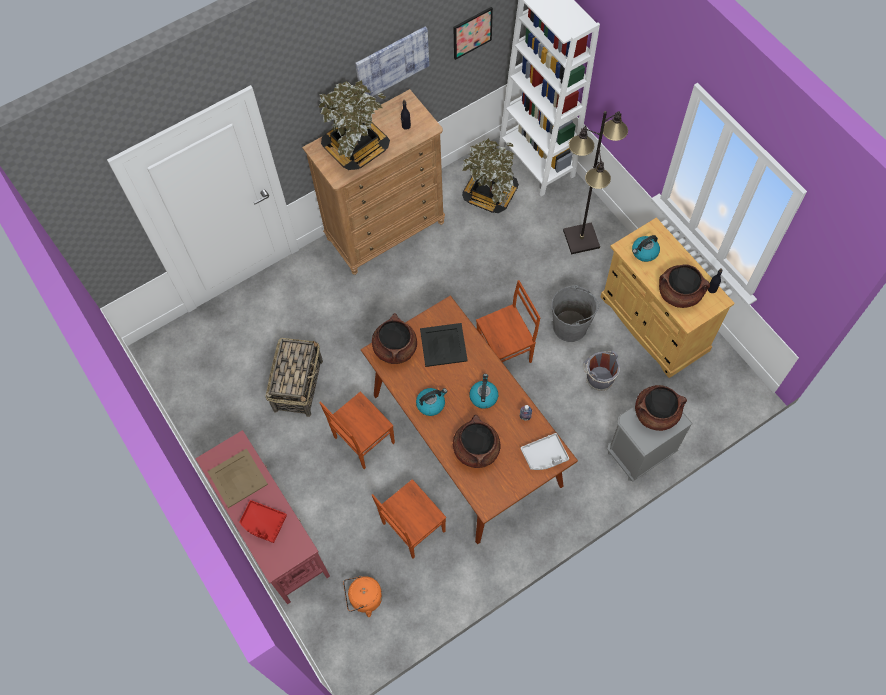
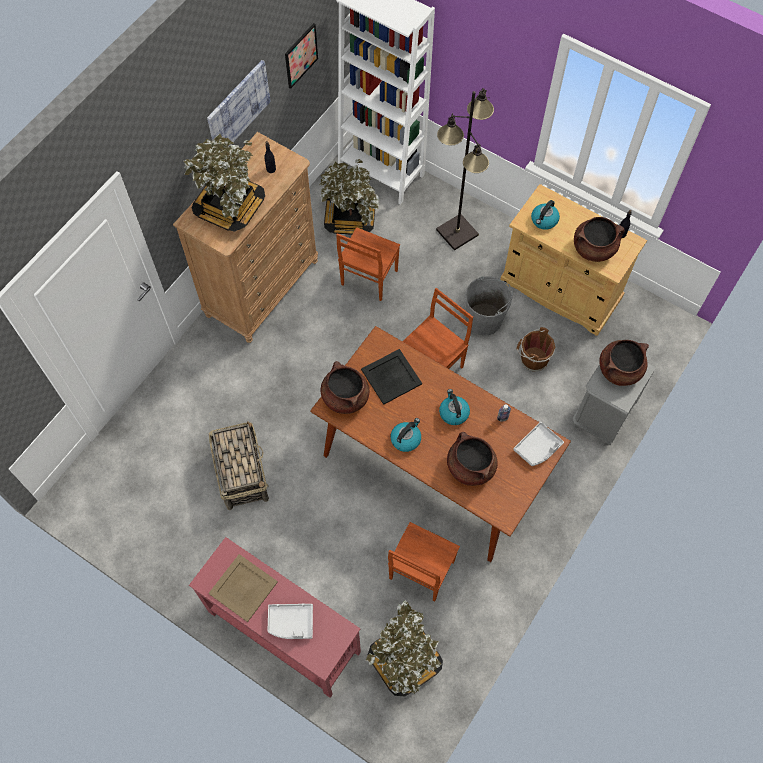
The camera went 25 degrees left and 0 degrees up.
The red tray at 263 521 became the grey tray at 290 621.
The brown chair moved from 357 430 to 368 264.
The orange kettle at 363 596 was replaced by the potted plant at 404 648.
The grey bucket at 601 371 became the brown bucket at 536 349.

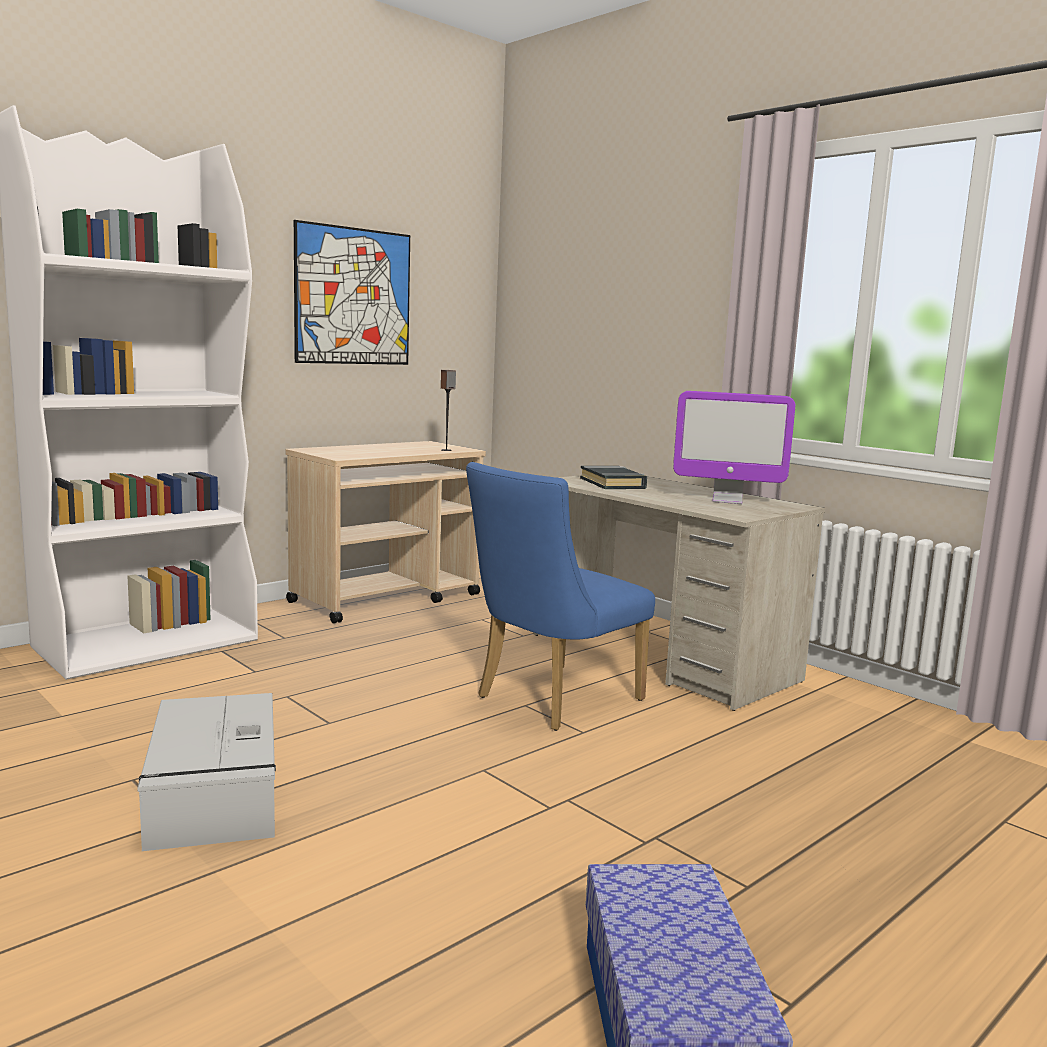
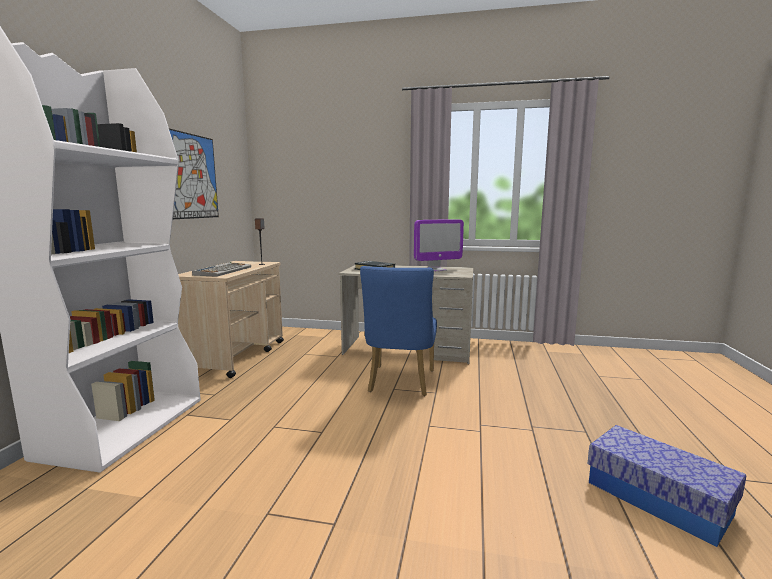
The camera went 35 degrees left and 0 degrees up.
The keyboard at 221 269 appeared.
The grey storage box at 206 772 disappeared.

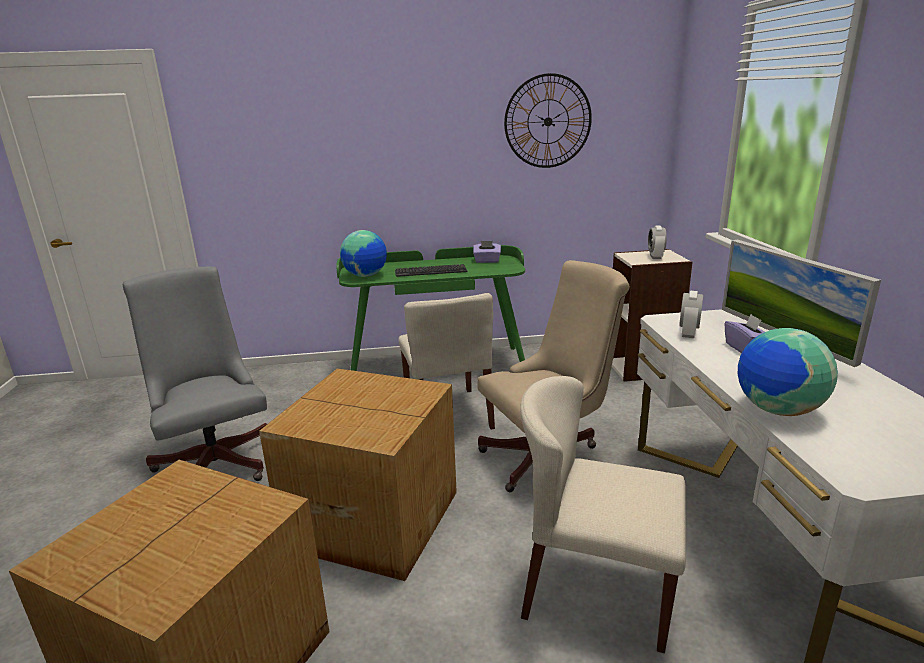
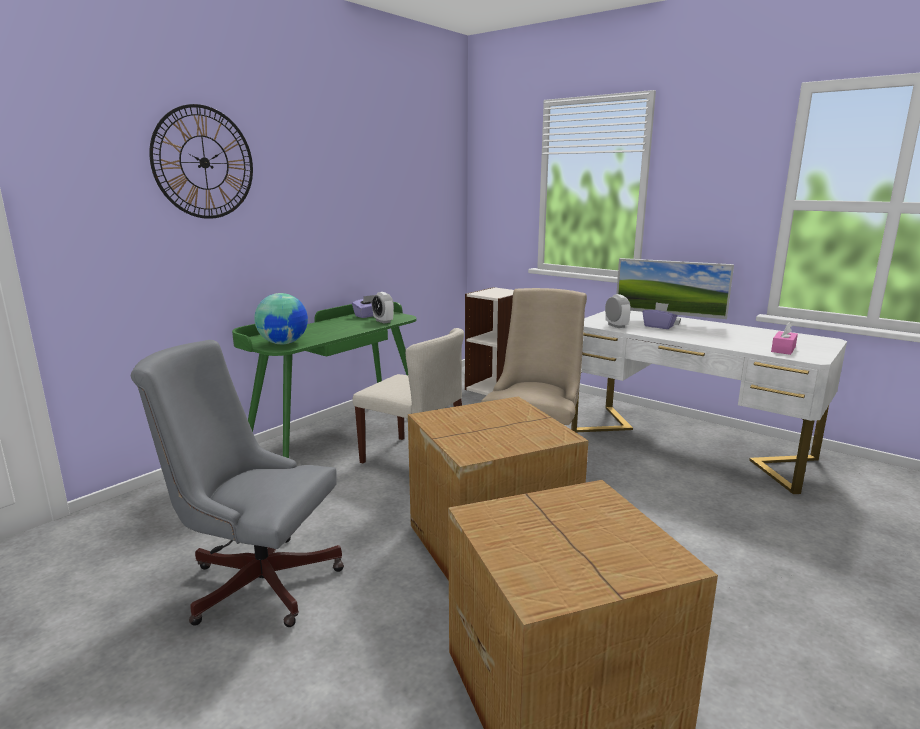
The camera went 45 degrees left and 5 degrees down.
The wall clock moved from 548 120 to 201 161.
The alarm clock moved from 657 242 to 383 307.
The pink tissue box at 784 338 appeared.
The keyboard at 431 270 disappeared.
The beige chair at 603 514 disappeared.
The globe at 788 372 disappeared.

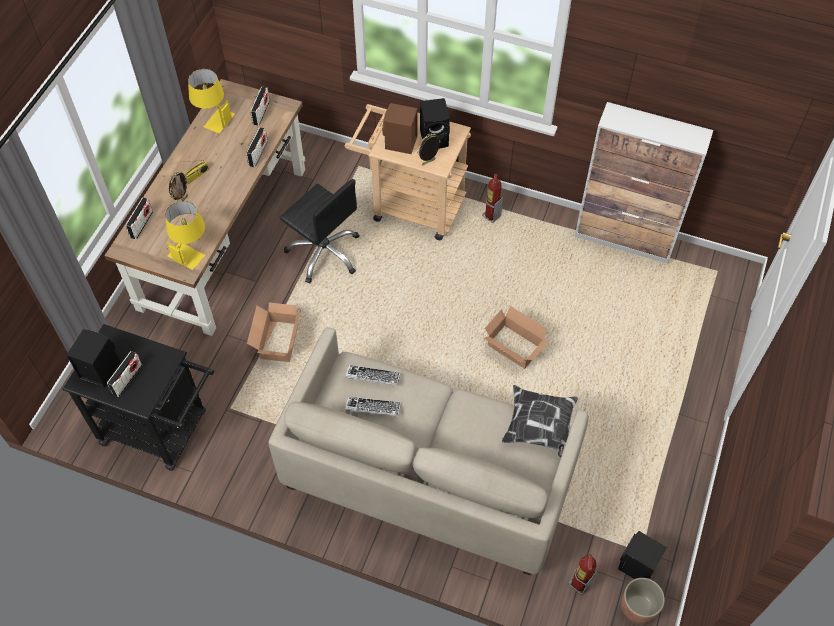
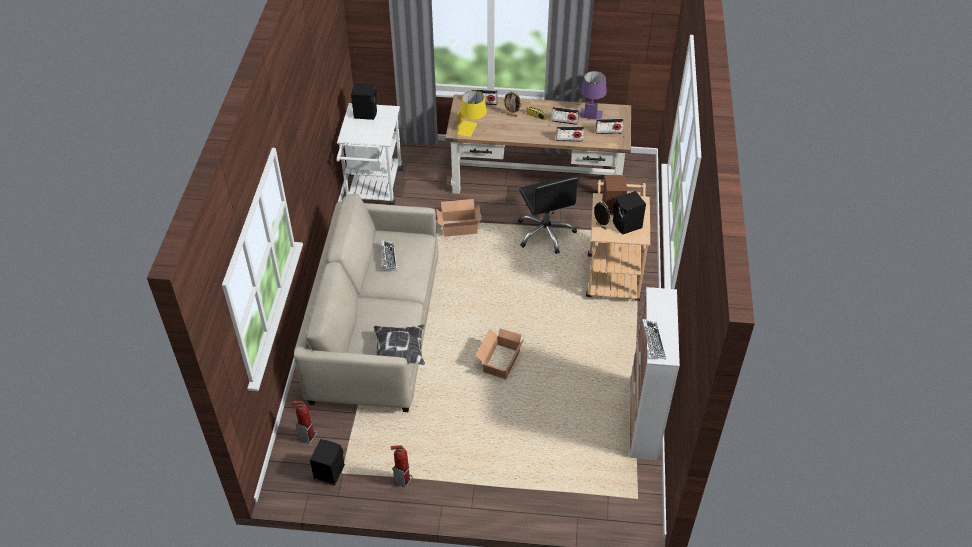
The camera went 75 degrees right and 10 degrees down.
The black cart at 138 397 became the white cart at 370 154.
The fire extinguisher moved from 492 198 to 402 466.
The black office chair at 319 231 turned 45 degrees counterclockwise.
The radio moved from 124 374 to 565 116.
The yellow table lamp at 211 101 became the purple table lamp at 593 95.
The keyboard moved from 372 375 to 654 339.
The planter at 643 601 disappeared.

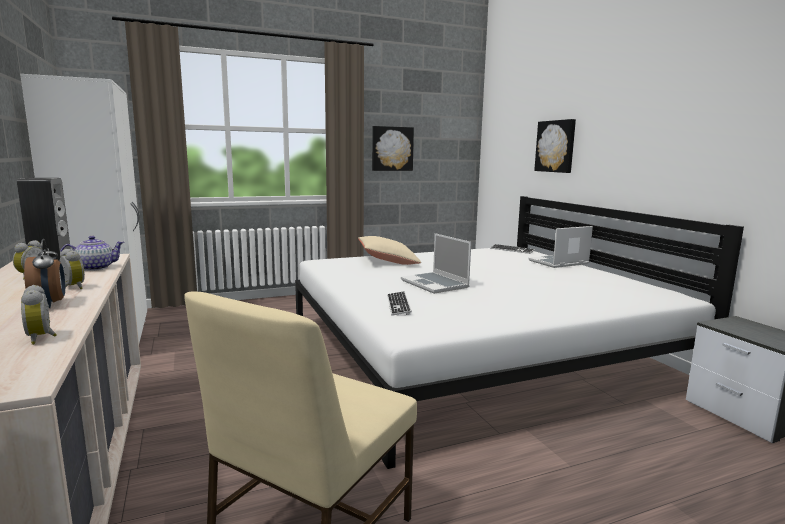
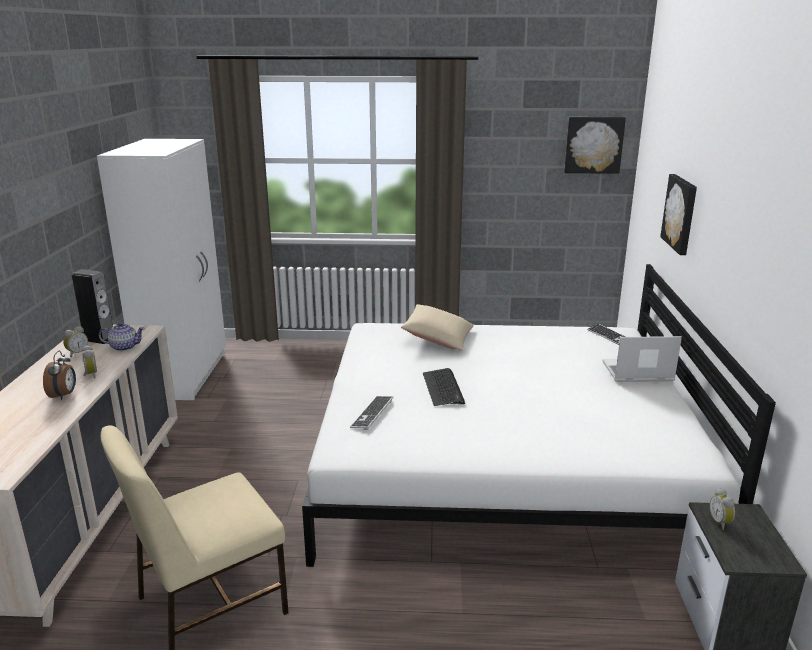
The camera went 25 degrees right and 10 degrees up.
The laptop at 436 263 was replaced by the keyboard at 444 387.
The picture moved from 393 148 to 595 145.
The alarm clock moved from 39 315 to 722 509.

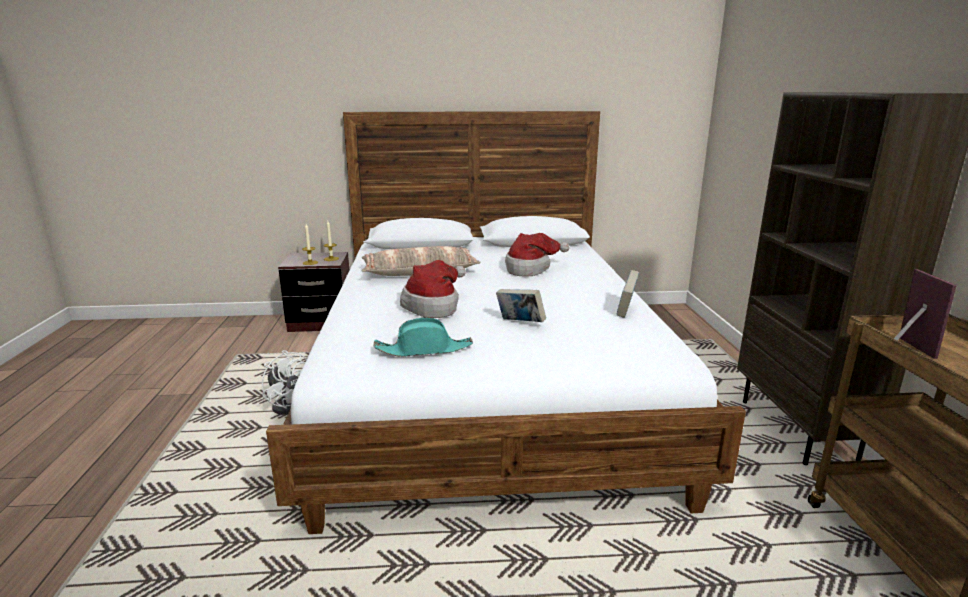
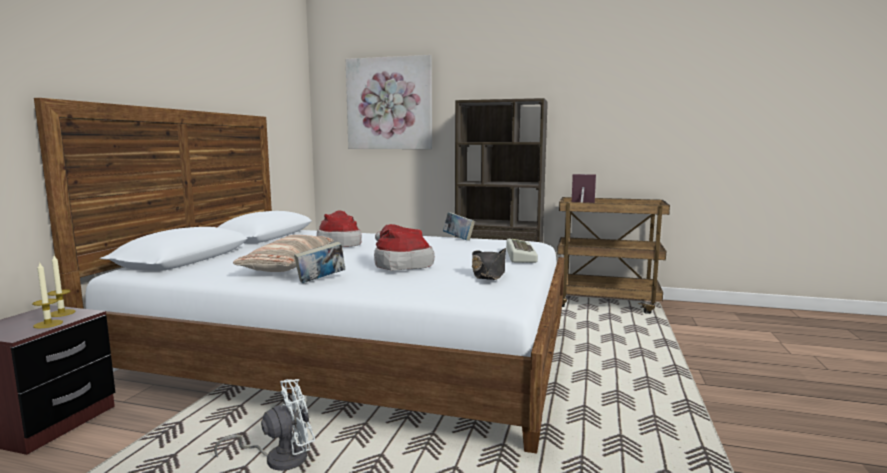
The camera went 70 degrees left and 10 degrees down.
The book moved from 521 305 to 319 262.
The picture at 389 102 appeared.
The turquoise hat at 423 337 became the black hat at 489 264.
The keyboard at 522 251 appeared.

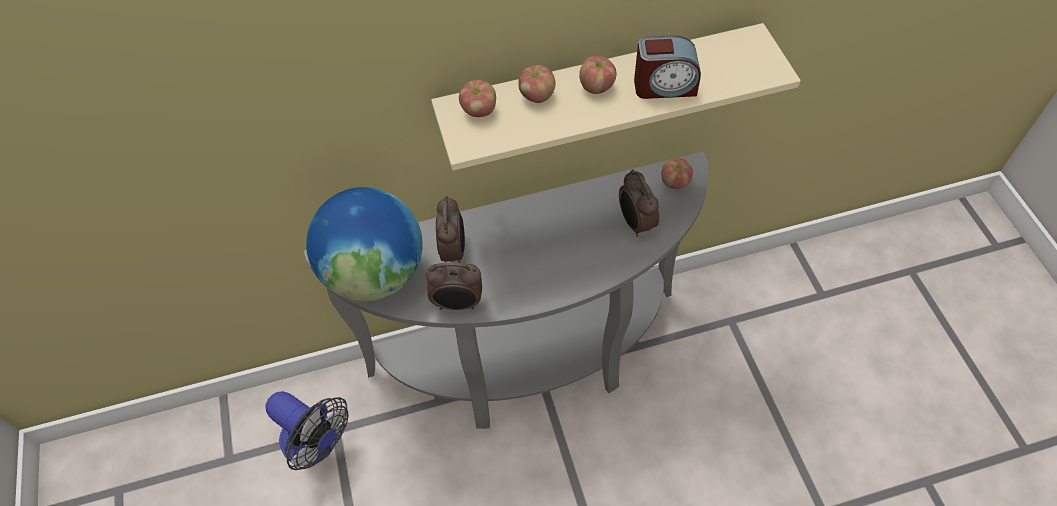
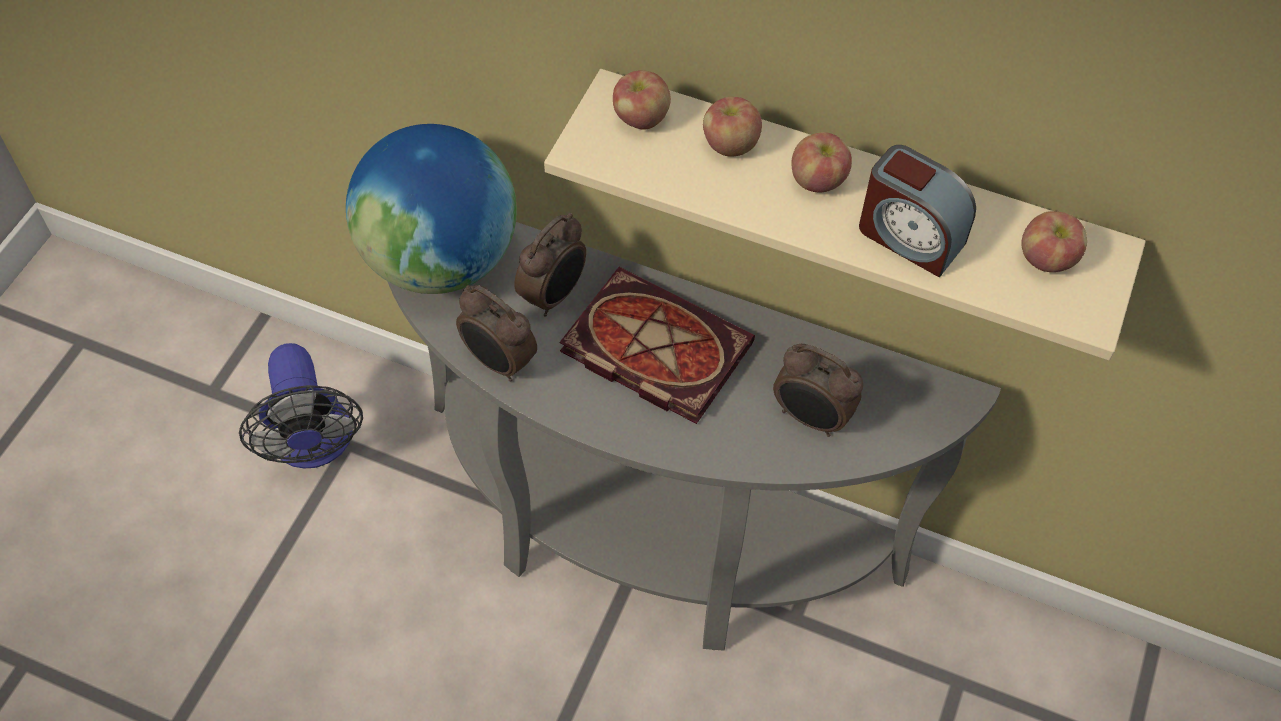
The camera went 35 degrees right and 0 degrees up.
The book at 657 345 appeared.
The alarm clock at 639 203 turned 75 degrees counterclockwise.
The apple moved from 677 173 to 1054 241.

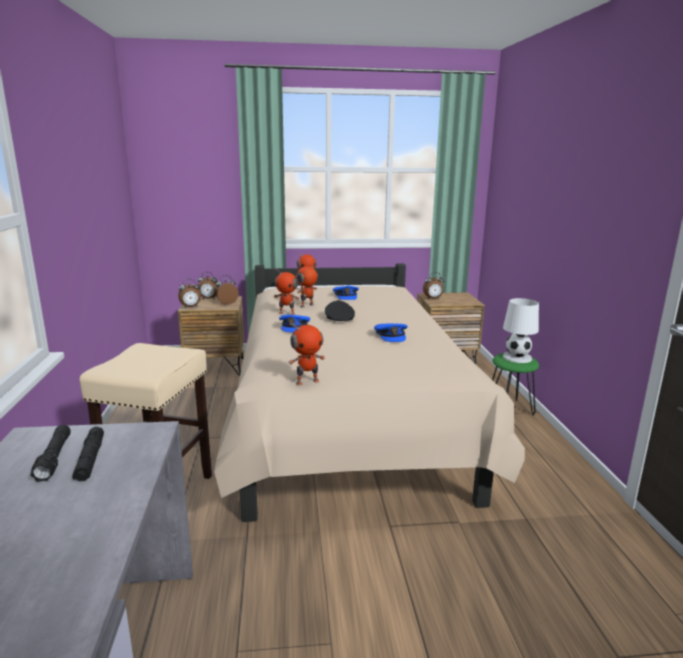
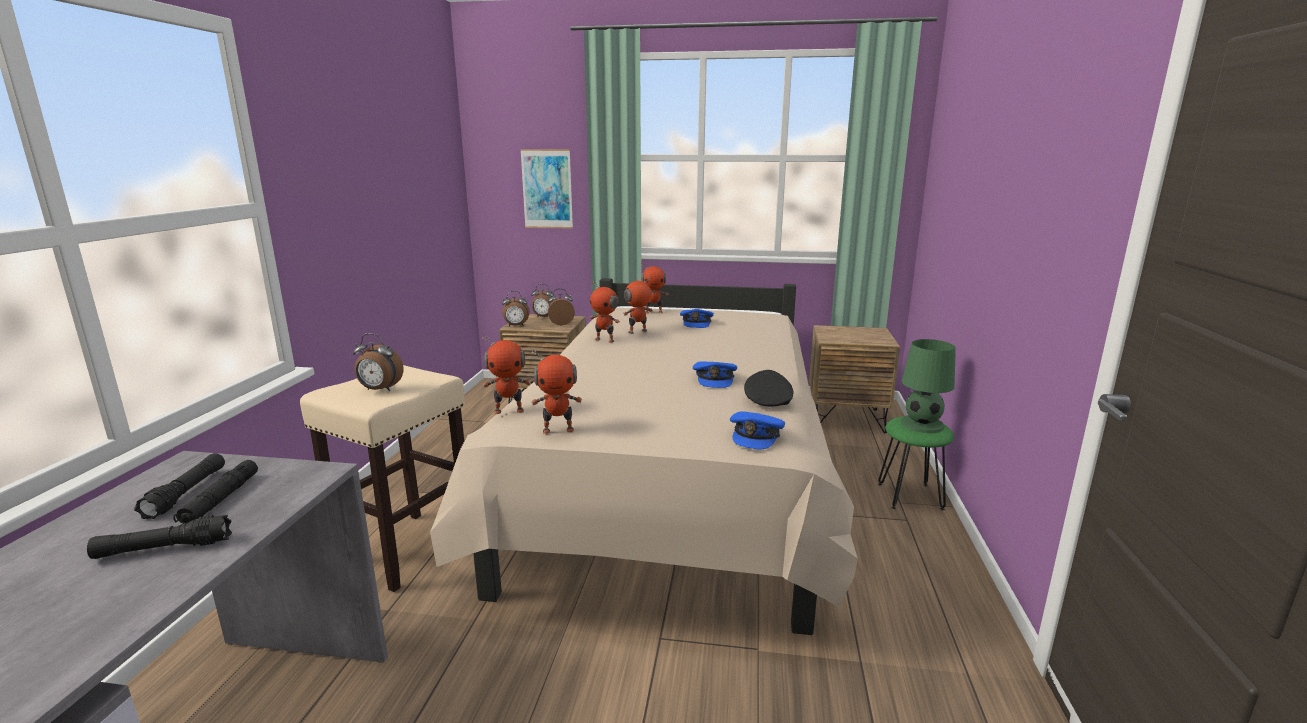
The camera went 15 degrees right and 0 degrees up.
The black flashlight at 159 537 appeared.
The alarm clock moved from 433 285 to 378 362.
The toy robot at 507 374 appeared.
The picture at 546 189 appeared.
The blue cap moved from 294 324 to 757 430.
The black cap moved from 340 310 to 768 388.
The white table lamp at 521 330 became the green table lamp at 928 386.

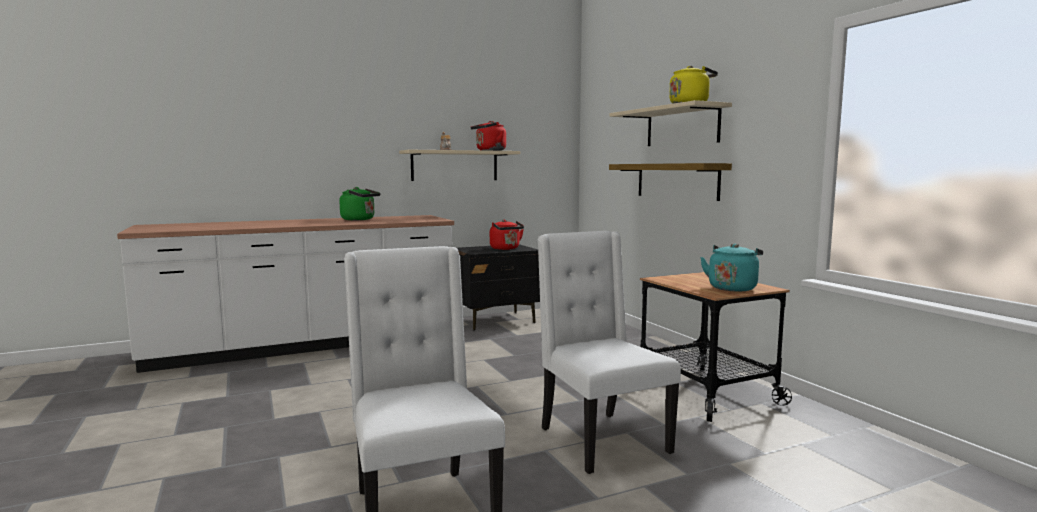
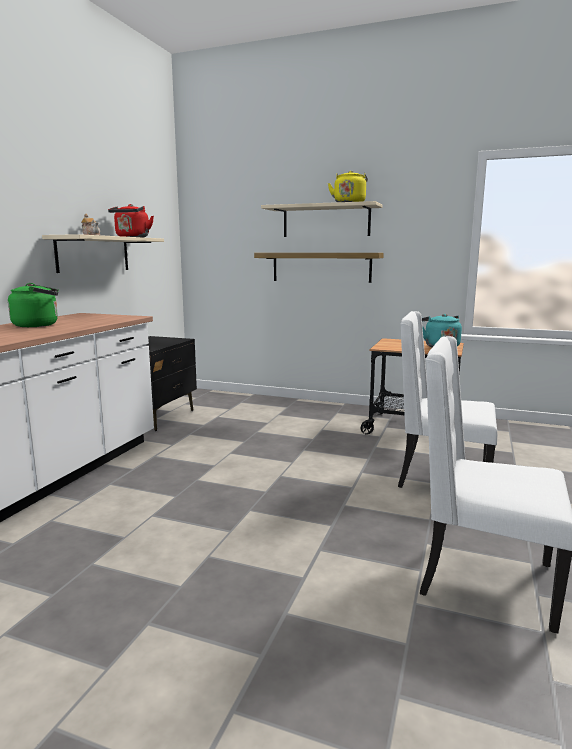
The camera went 45 degrees left and 5 degrees up.
The red kettle at 507 235 disappeared.

